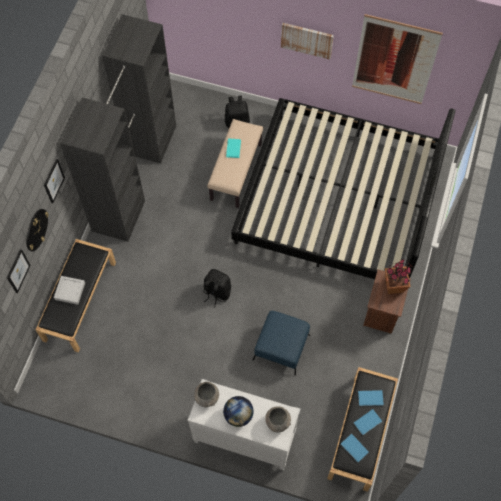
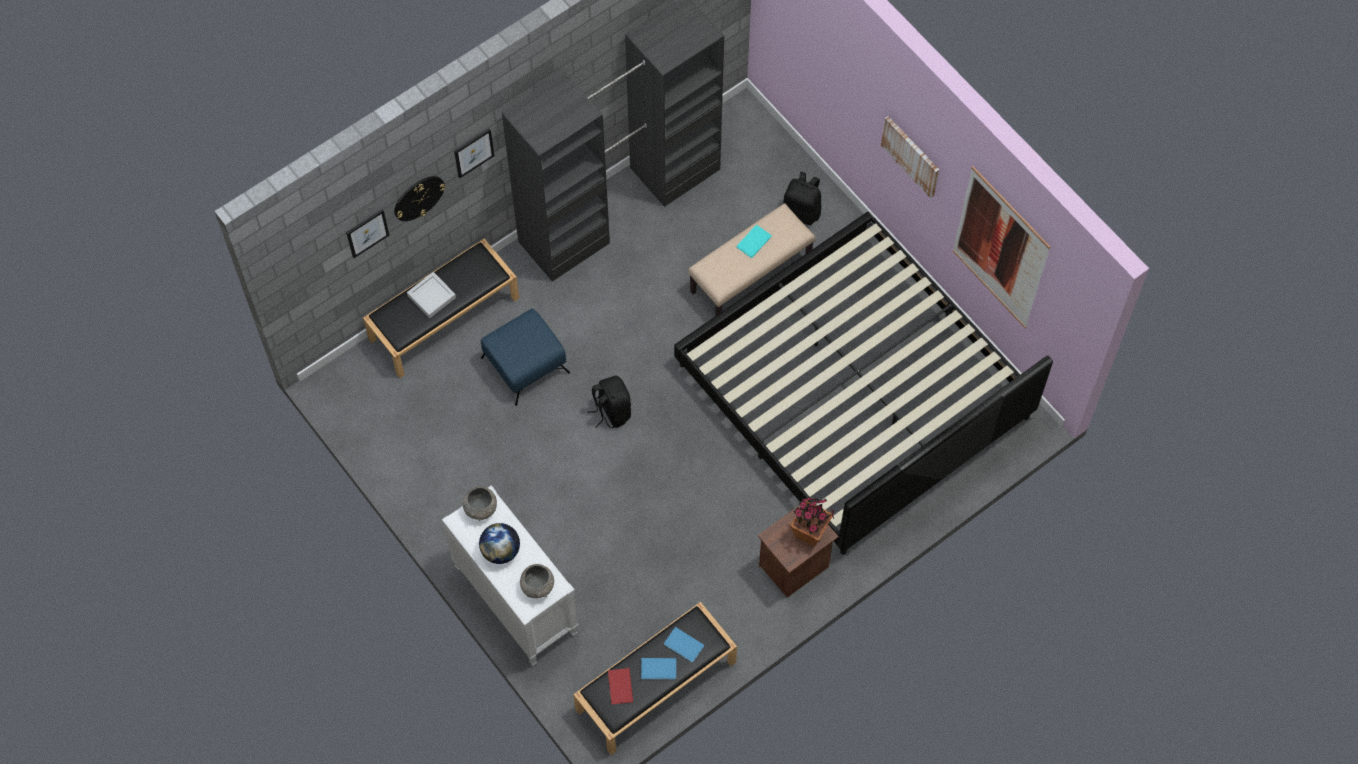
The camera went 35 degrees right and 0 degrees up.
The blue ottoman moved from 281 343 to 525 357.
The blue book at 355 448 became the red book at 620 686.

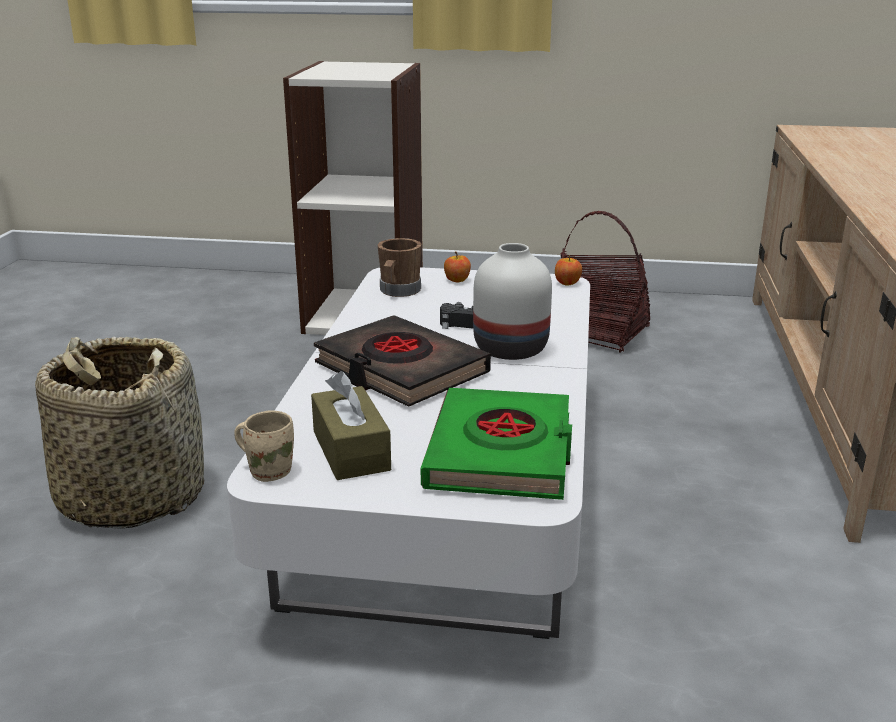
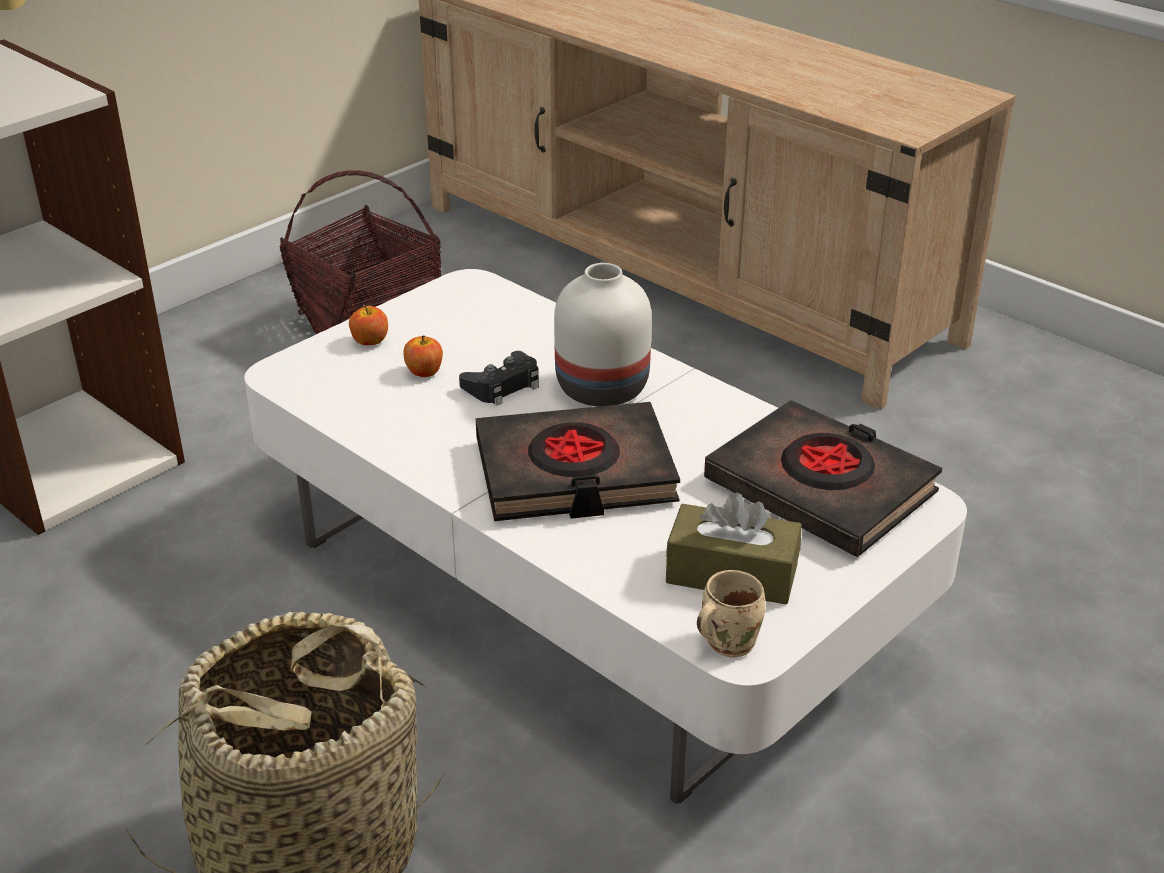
The camera went 55 degrees left and 10 degrees up.
The apple moved from 568 270 to 423 356.
The green book at 496 444 became the black book at 823 478.
The brown mug at 400 267 disappeared.

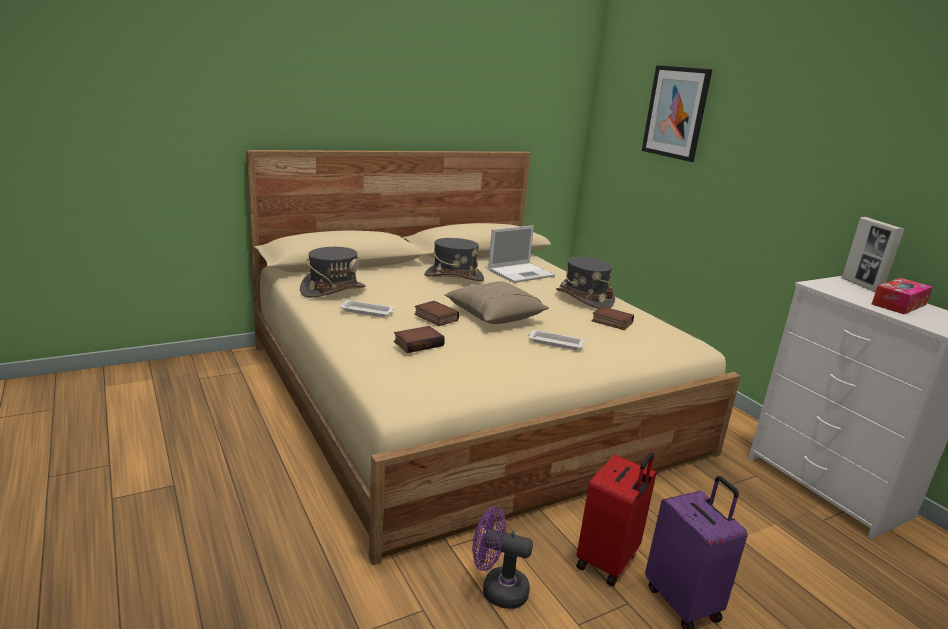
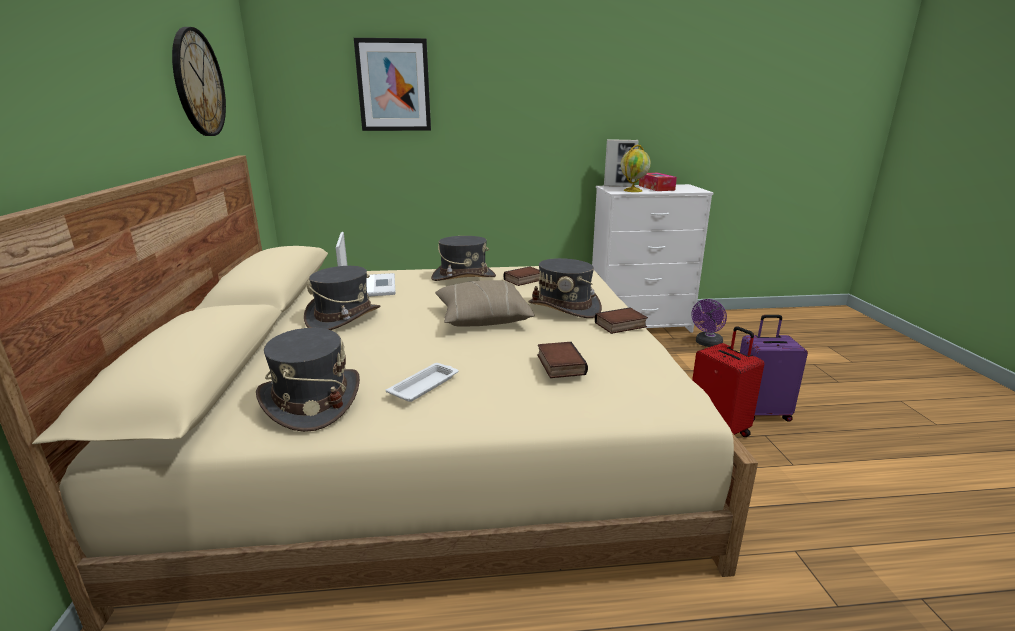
The camera went 65 degrees left and 0 degrees up.
The wall clock at 199 81 appeared.
The white tray at 556 340 was replaced by the grey hat at 565 288.
The book moved from 436 313 to 621 321.
The globe at 636 168 appeared.
The purple fan moved from 502 558 to 709 323.

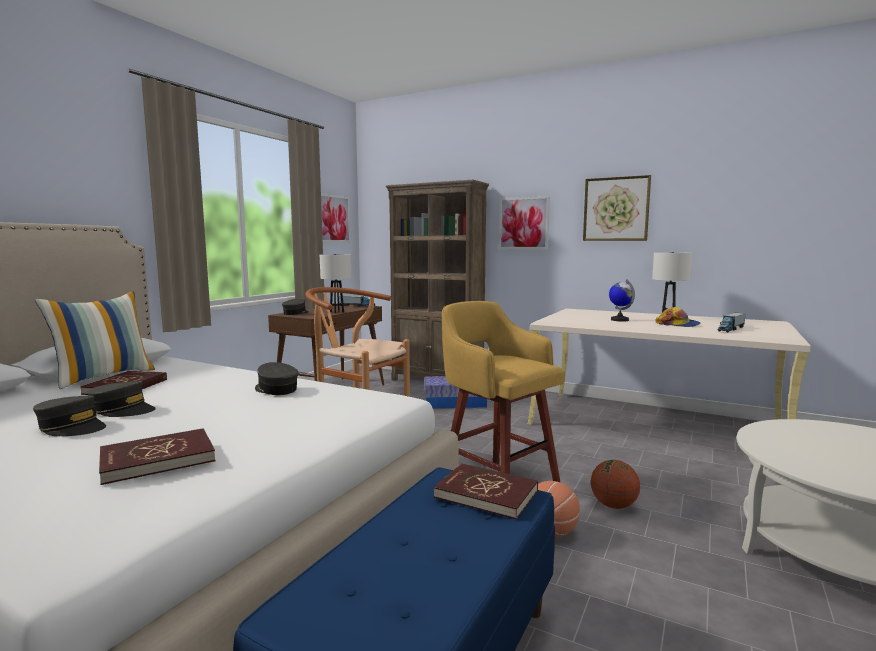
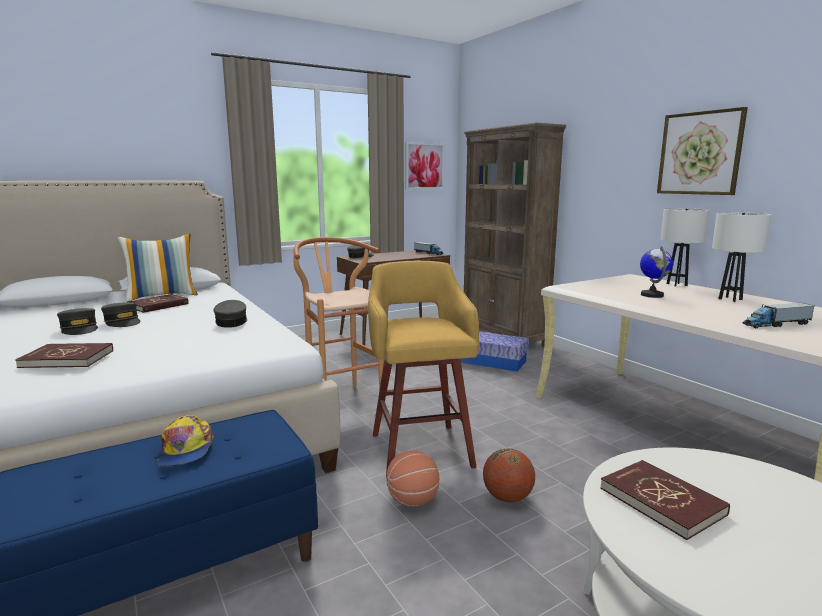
The camera went 30 degrees right and 5 degrees up.
The cap moved from 678 317 to 185 441.
The red book moved from 486 491 to 665 500.
The white table lamp moved from 335 283 to 685 247.
The picture at 524 222 disappeared.

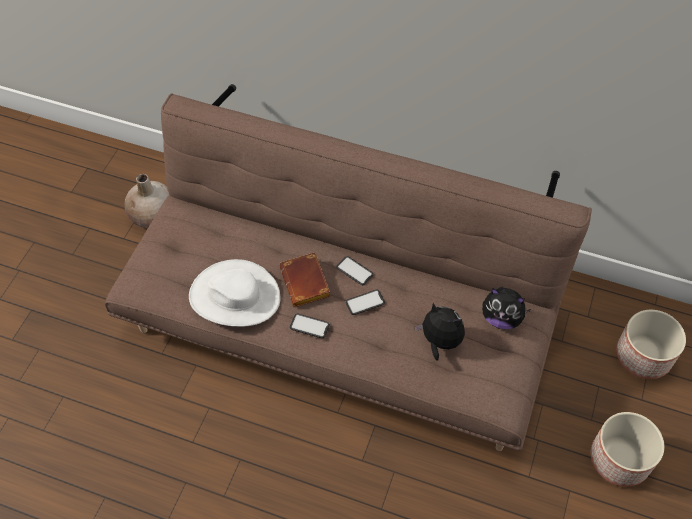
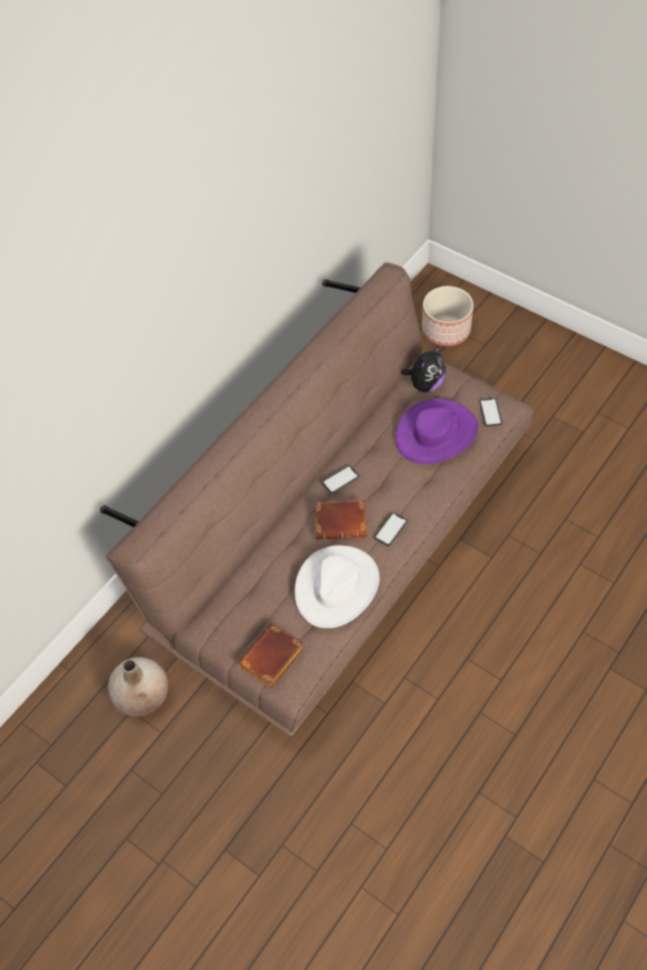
The camera went 70 degrees left and 0 degrees up.
The brown book at 271 655 appeared.
The plush toy at 440 332 was replaced by the purple hat at 436 431.
The phone moved from 365 302 to 490 412.
The planter at 628 449 disappeared.

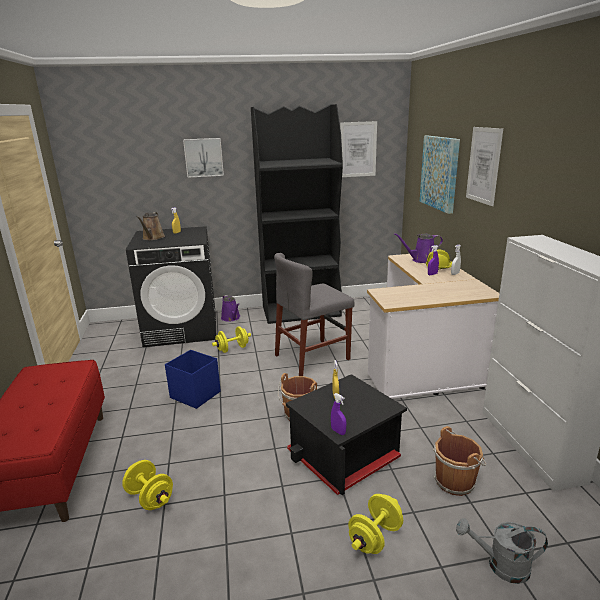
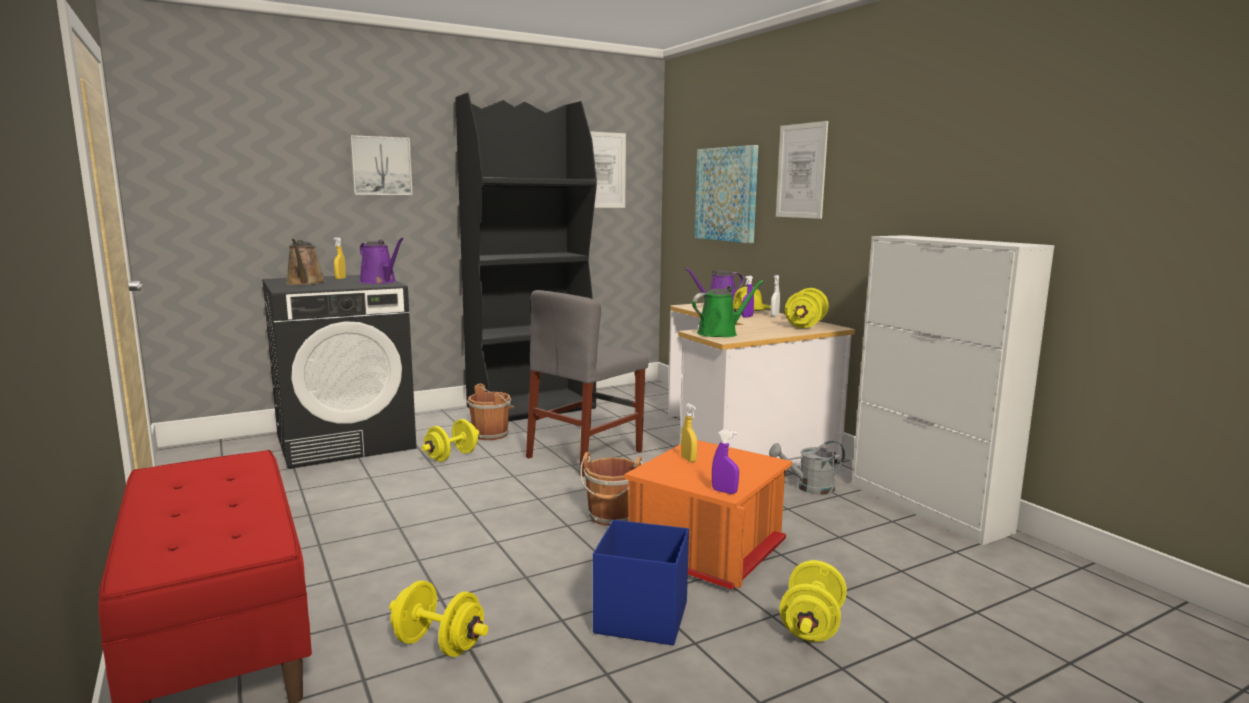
The camera went 20 degrees left and 10 degrees down.
The purple watering can moved from 230 308 to 381 261.
The brown bucket moved from 460 461 to 490 412.
The blue storage box moved from 193 379 to 641 582.
The black storage box at 346 434 became the orange storage box at 708 515.
The green watering can at 728 308 appeared.
The grey watering can moved from 502 551 to 807 468.
The yellow dumbbell at 807 308 appeared.

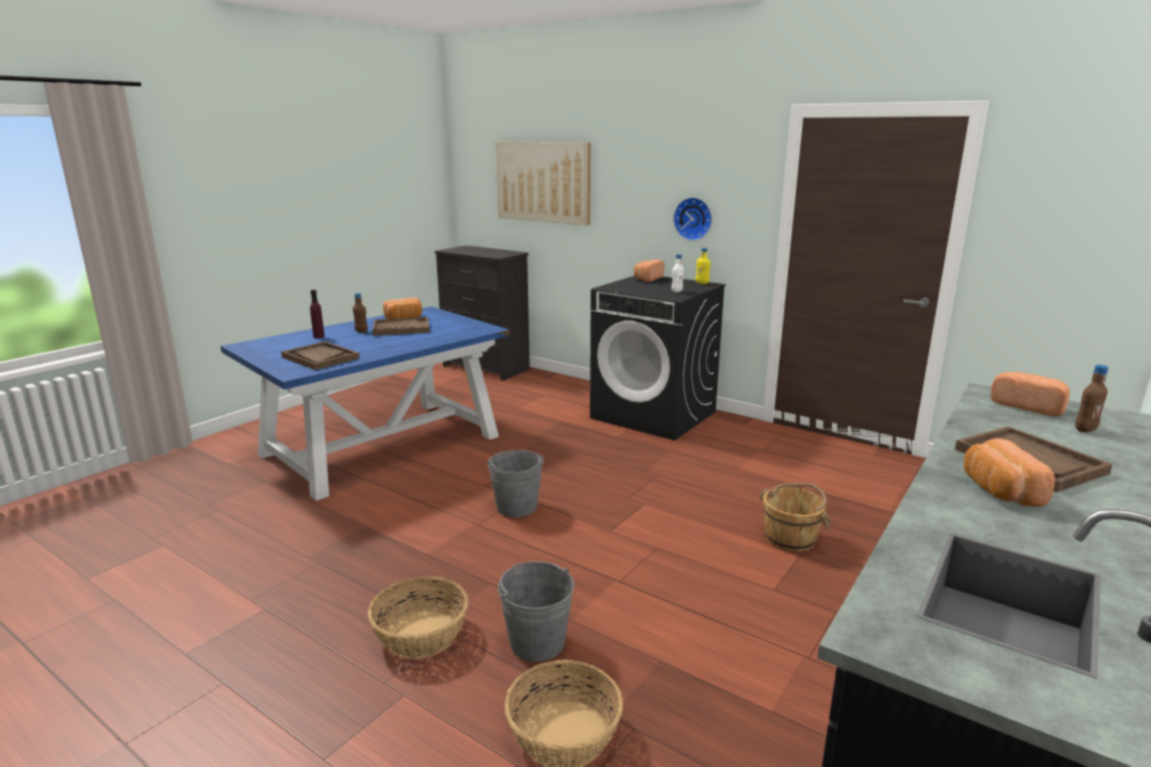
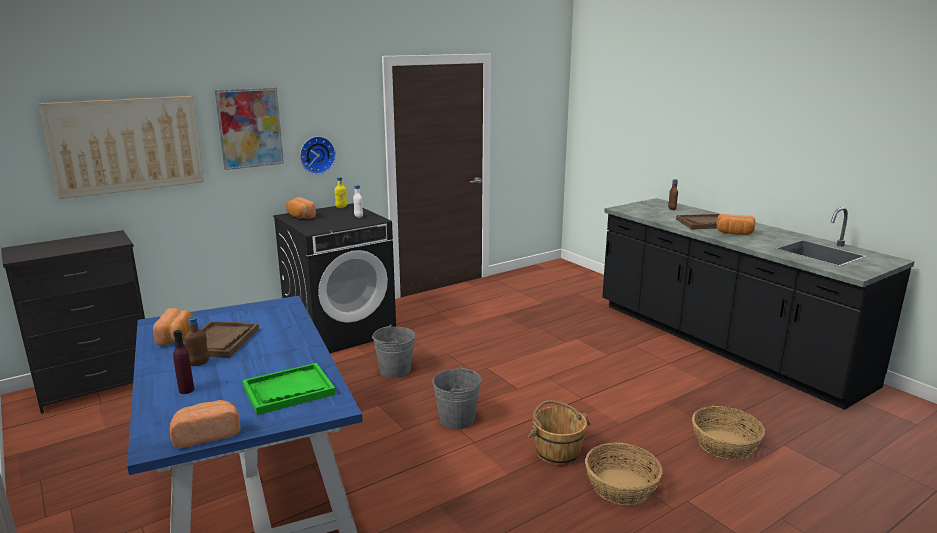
The camera went 70 degrees left and 0 degrees up.
The bread moved from 1030 394 to 205 424.
The picture at 249 128 appeared.
The brown tray at 320 355 became the green tray at 289 389.
The grey bucket moved from 536 611 to 393 351.
The brown bucket moved from 795 517 to 559 433.

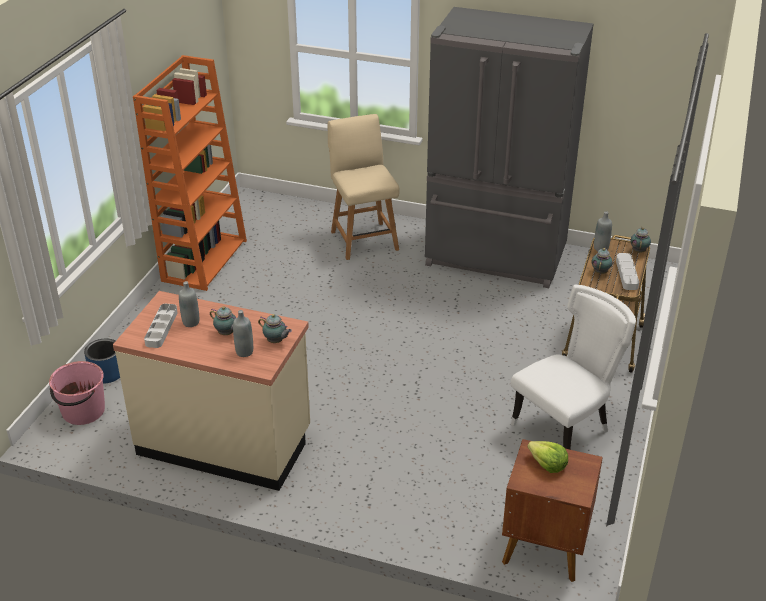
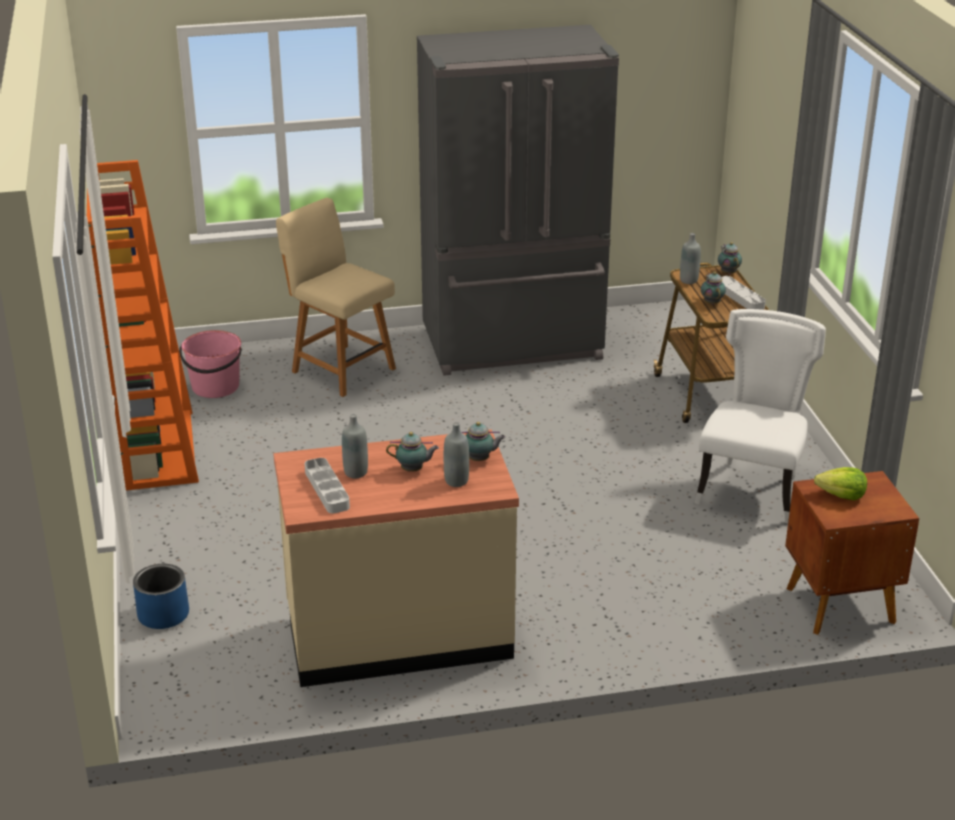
The camera went 30 degrees left and 5 degrees down.
The pink bucket moved from 77 393 to 210 364.

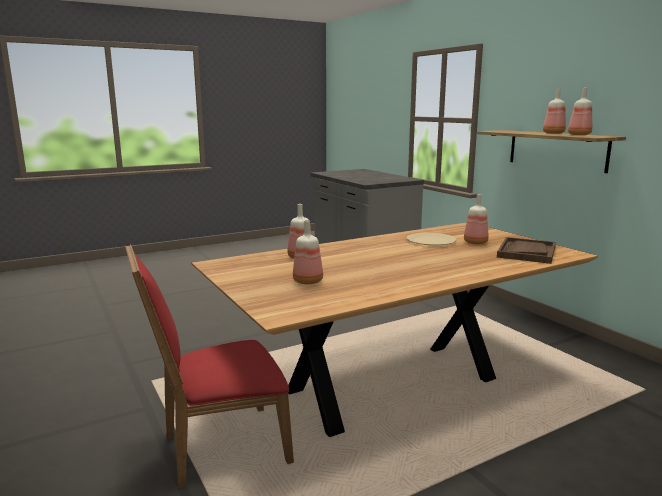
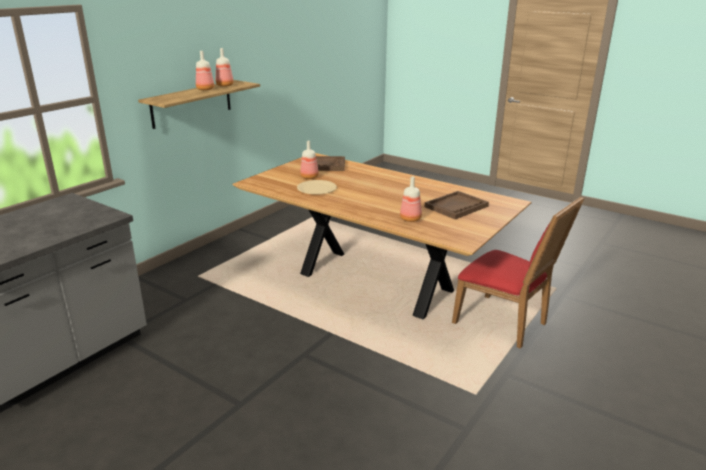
The camera went 115 degrees left and 10 degrees up.
The bottle at 308 252 was replaced by the brown tray at 457 205.

